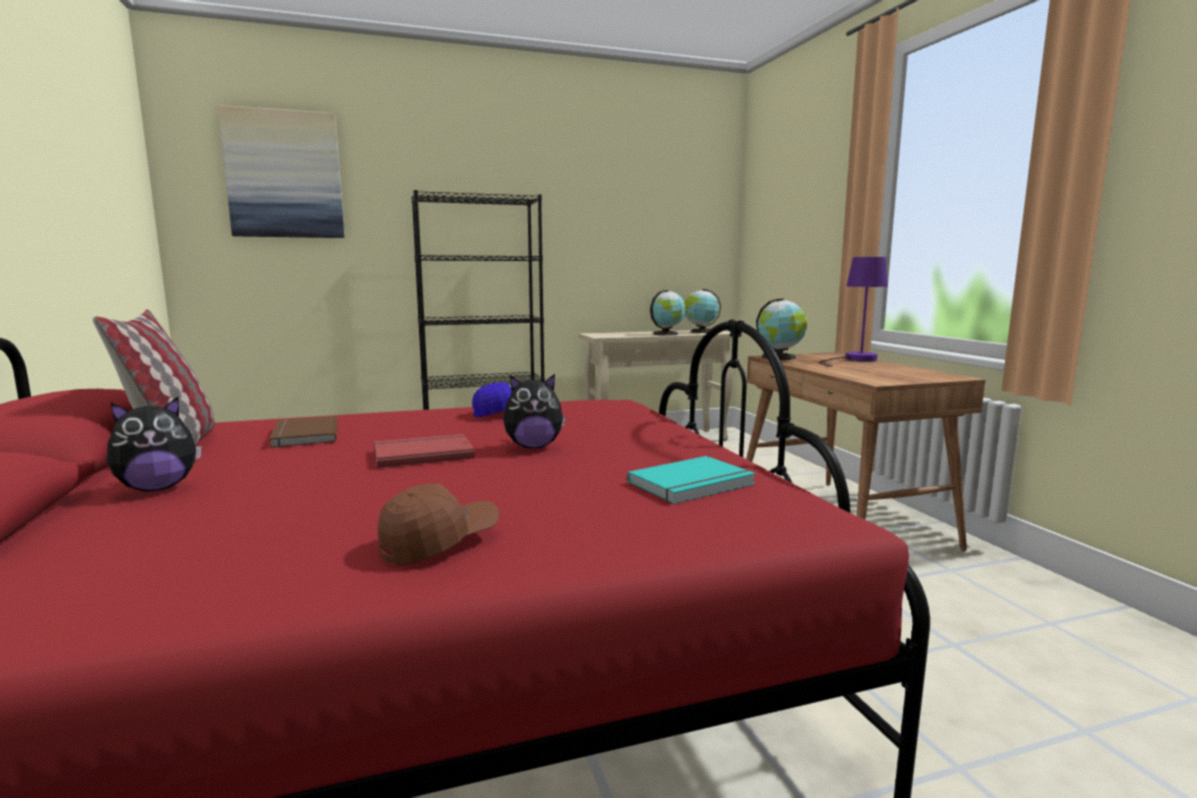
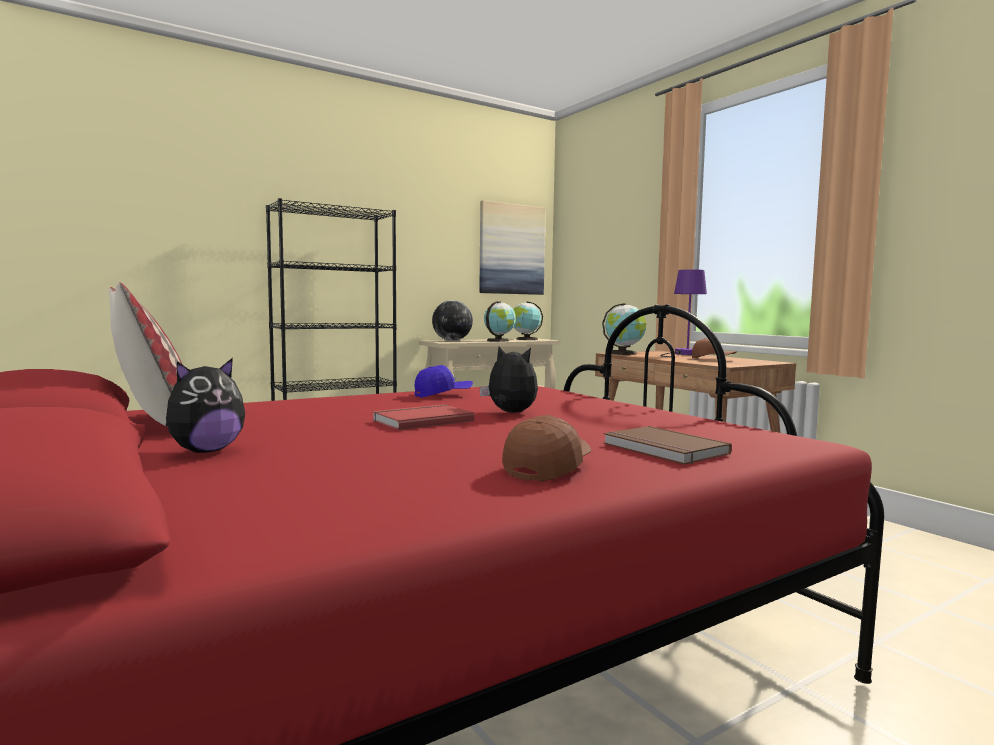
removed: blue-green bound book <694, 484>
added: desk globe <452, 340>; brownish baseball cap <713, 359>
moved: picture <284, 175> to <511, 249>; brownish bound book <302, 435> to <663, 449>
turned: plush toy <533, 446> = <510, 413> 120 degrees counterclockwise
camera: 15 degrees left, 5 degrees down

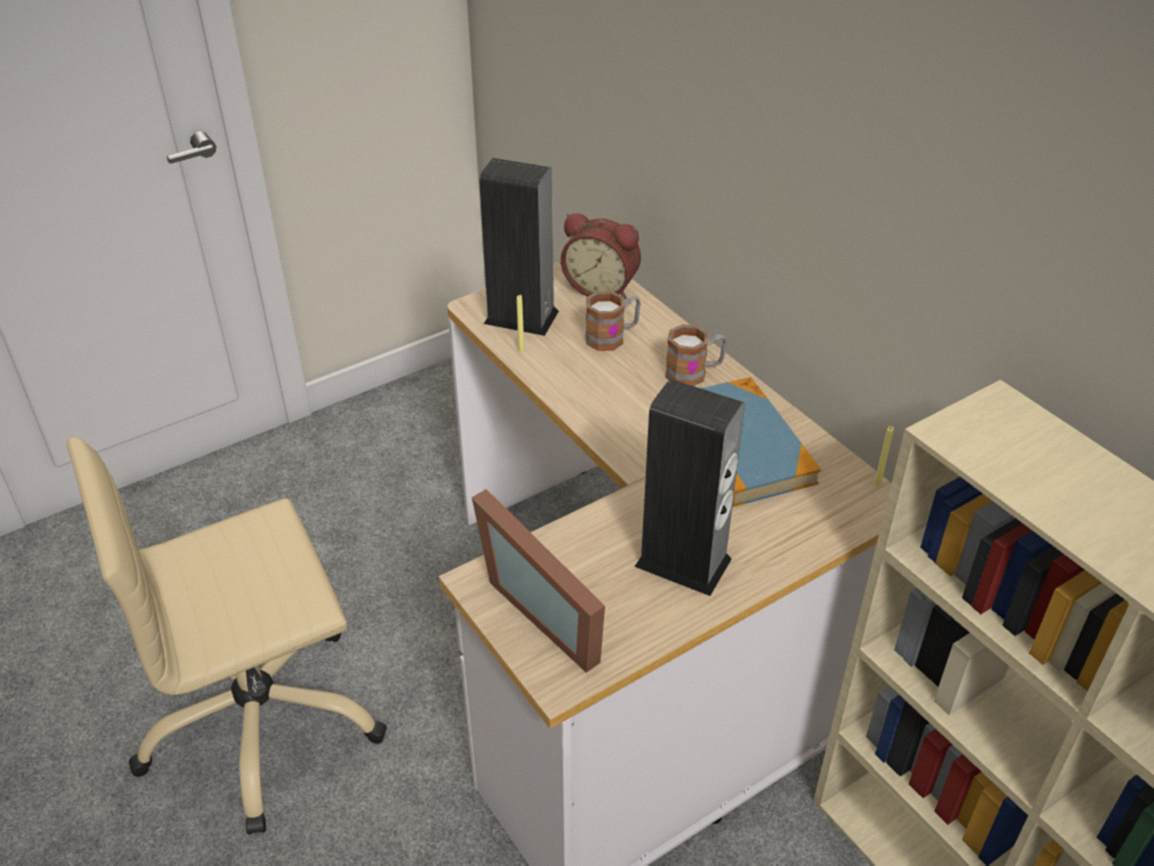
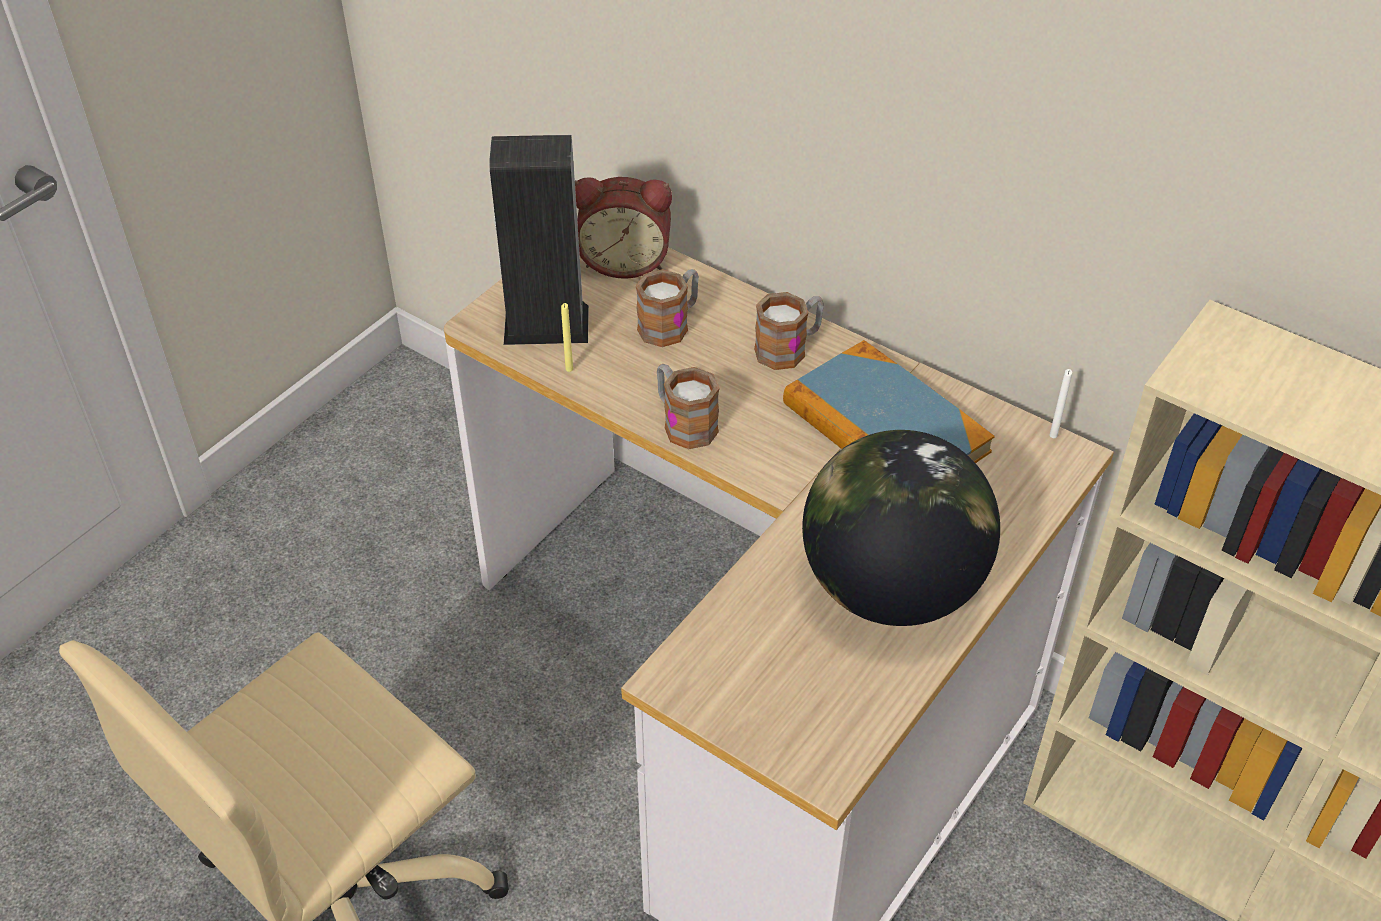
removed: picture frame <550, 608>
added: coffee mug <683, 423>
replaced: audio speaker <683, 562> to desk globe <891, 589>
recoloured: yellow wax candle <877, 484> to whitish wax candle <1053, 435>
camera: 20 degrees left, 5 degrees up

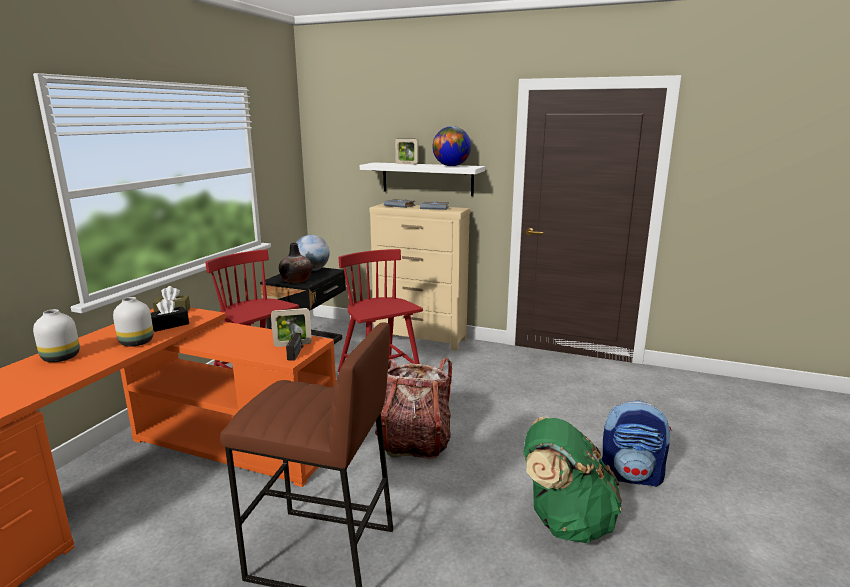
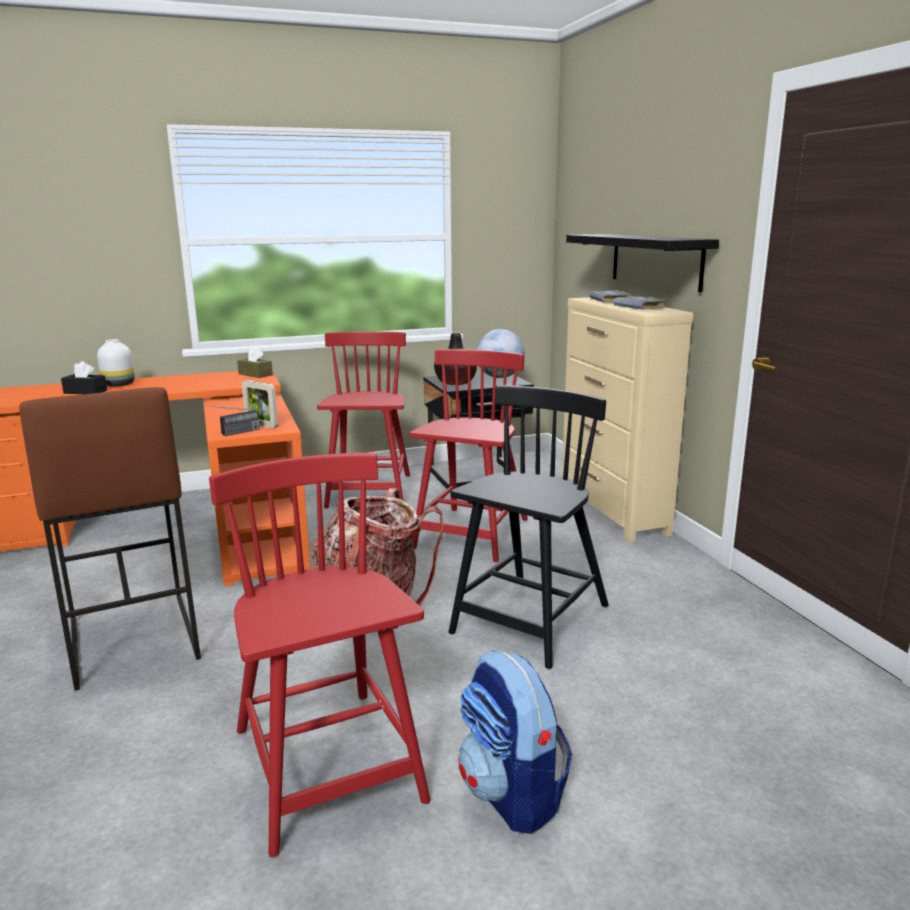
removed: whitish flower vase <136, 343>; picture frame <406, 164>; desk globe <451, 166>
added: black chair <530, 621>
moved: black tissue box <169, 325> to <85, 392>
replaced: greenish backpack <565, 520> to red-coloured chair <328, 768>
recoloured: whitish shelf <427, 179> to black shelf <655, 260>
camera: 50 degrees right, 0 degrees up

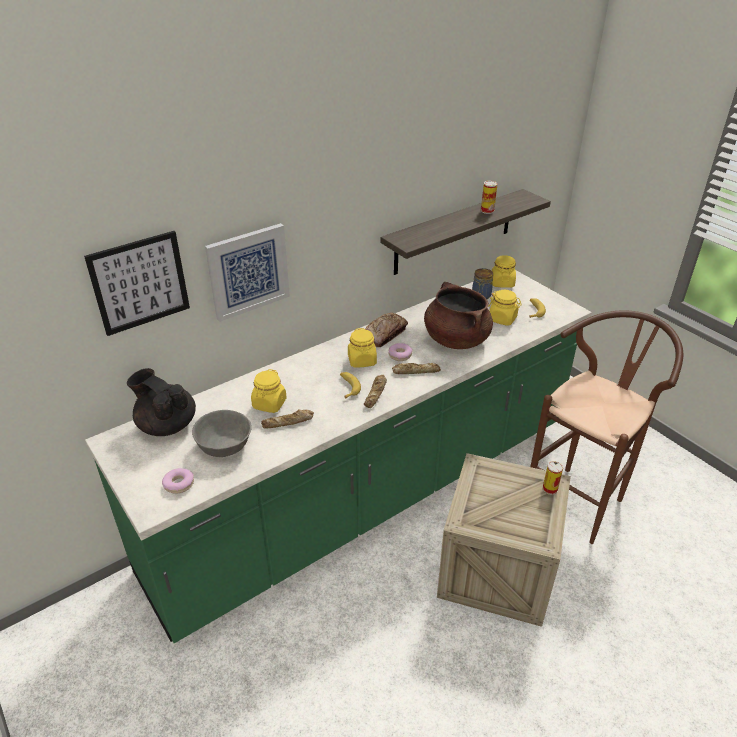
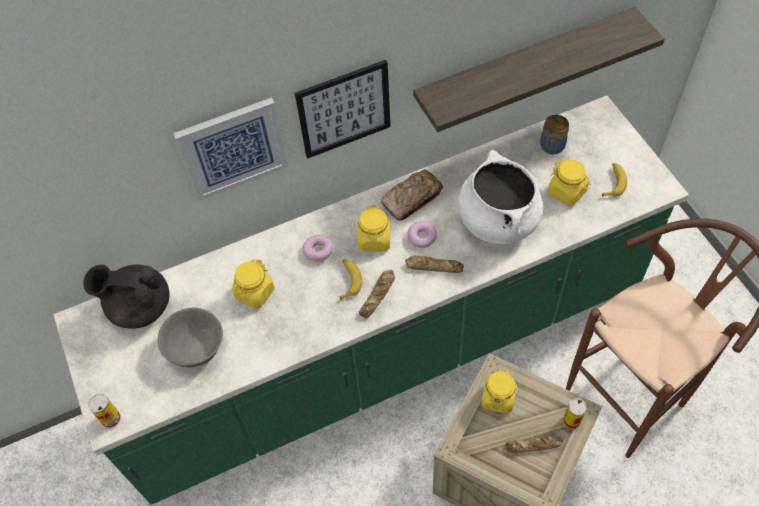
moved: picture <139, 283> to <344, 109>; doughnut <179, 484> to <318, 251>; baked bread <288, 422> to <534, 445>; can <487, 210> to <111, 418>; yellow preserve jar <502, 283> to <498, 397>
recoloured: brownish stockpot <456, 339> to whitish stockpot <497, 220>
turned: black teapot <167, 425> = <139, 307> 45 degrees counterclockwise
camera: 15 degrees right, 20 degrees up

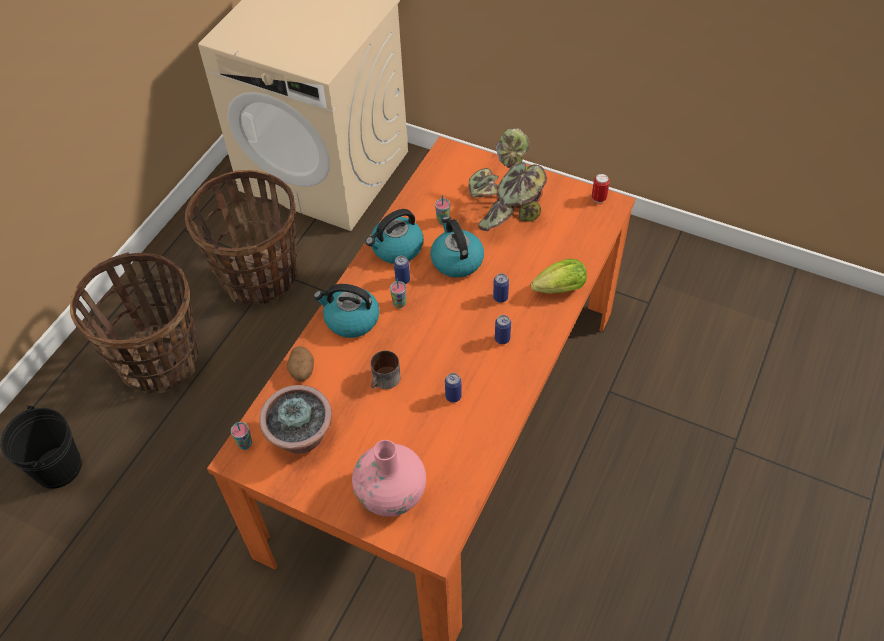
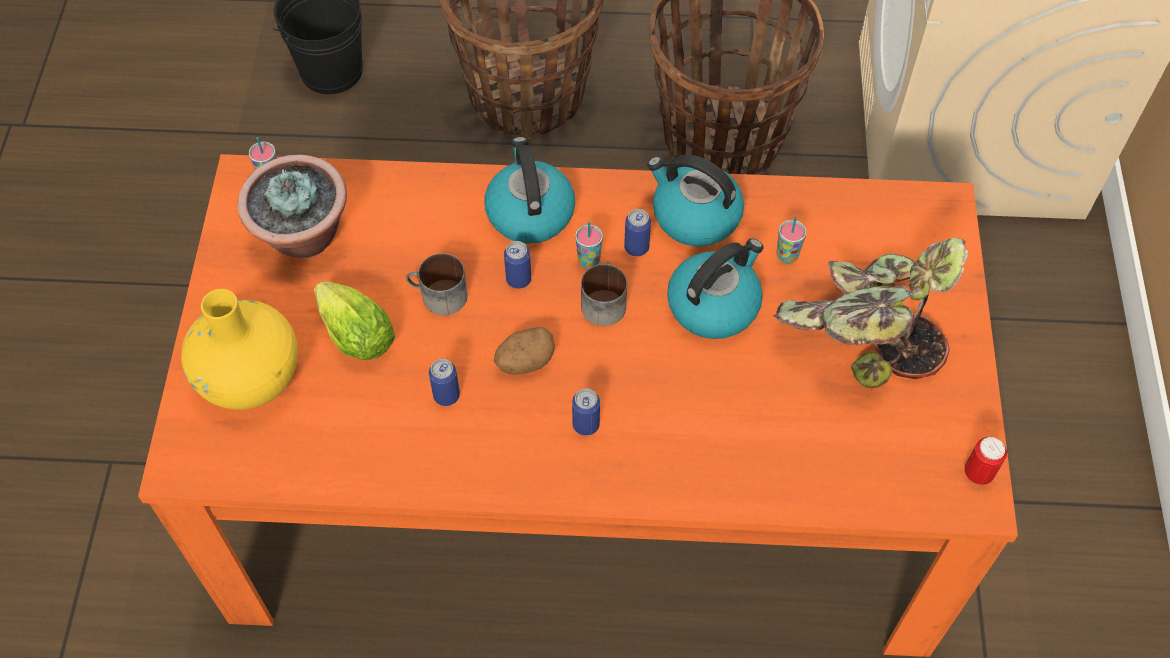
added: coffee mug <602, 301>
moved: potato <302, 371> to <524, 361>; can <500, 297> to <518, 279>; head of lettuce <556, 290> to <353, 333>
recoloured: pink-coloured flower vase <391, 493> to yellow flower vase <250, 378>
camera: 65 degrees right, 5 degrees up

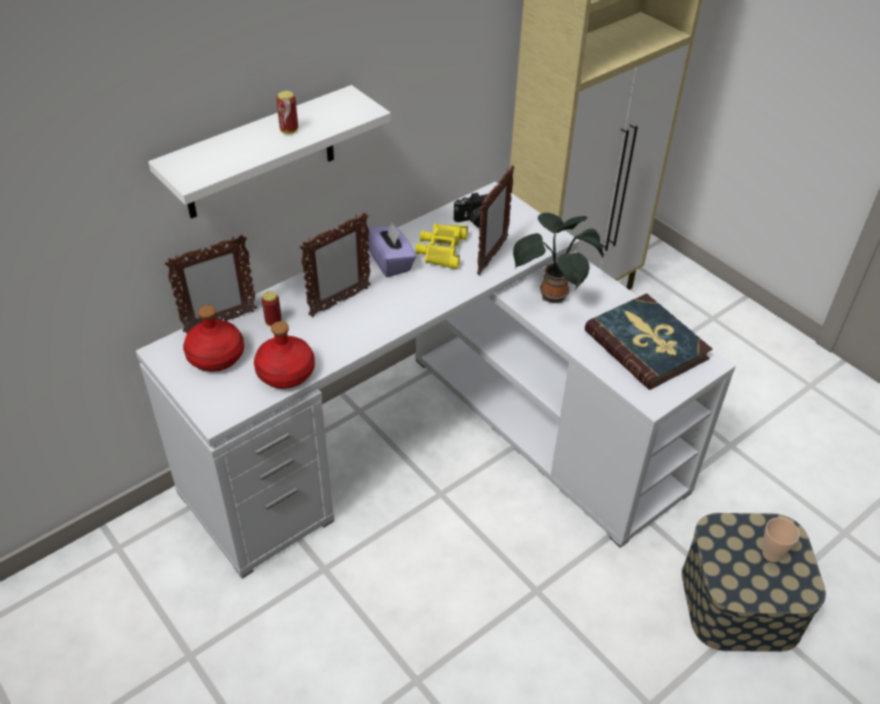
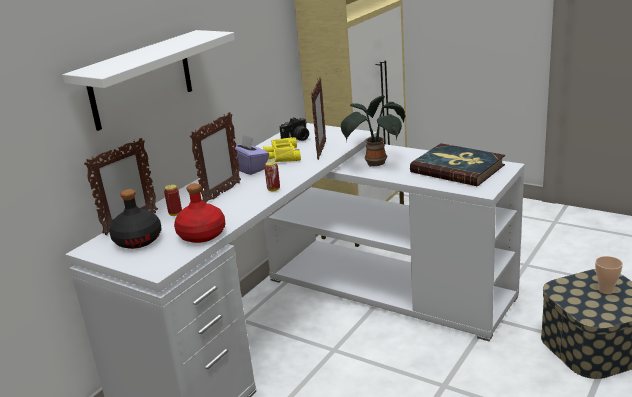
moved: can <289, 130> to <273, 189>
recoloured: red-coloured beverage bottle <216, 356> to black beverage bottle <138, 240>
camera: 15 degrees left, 20 degrees down

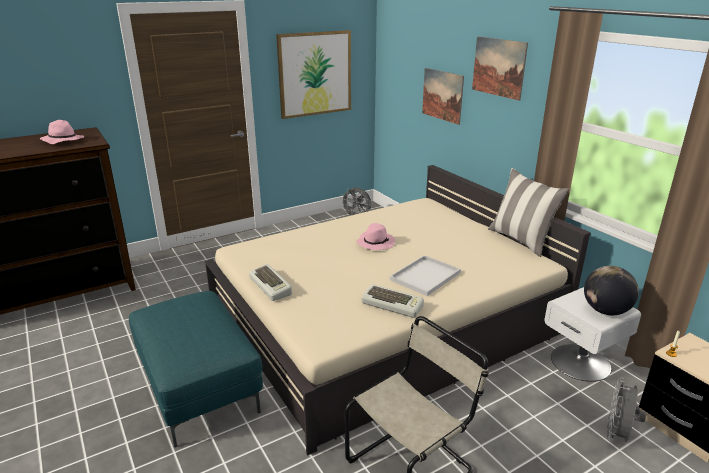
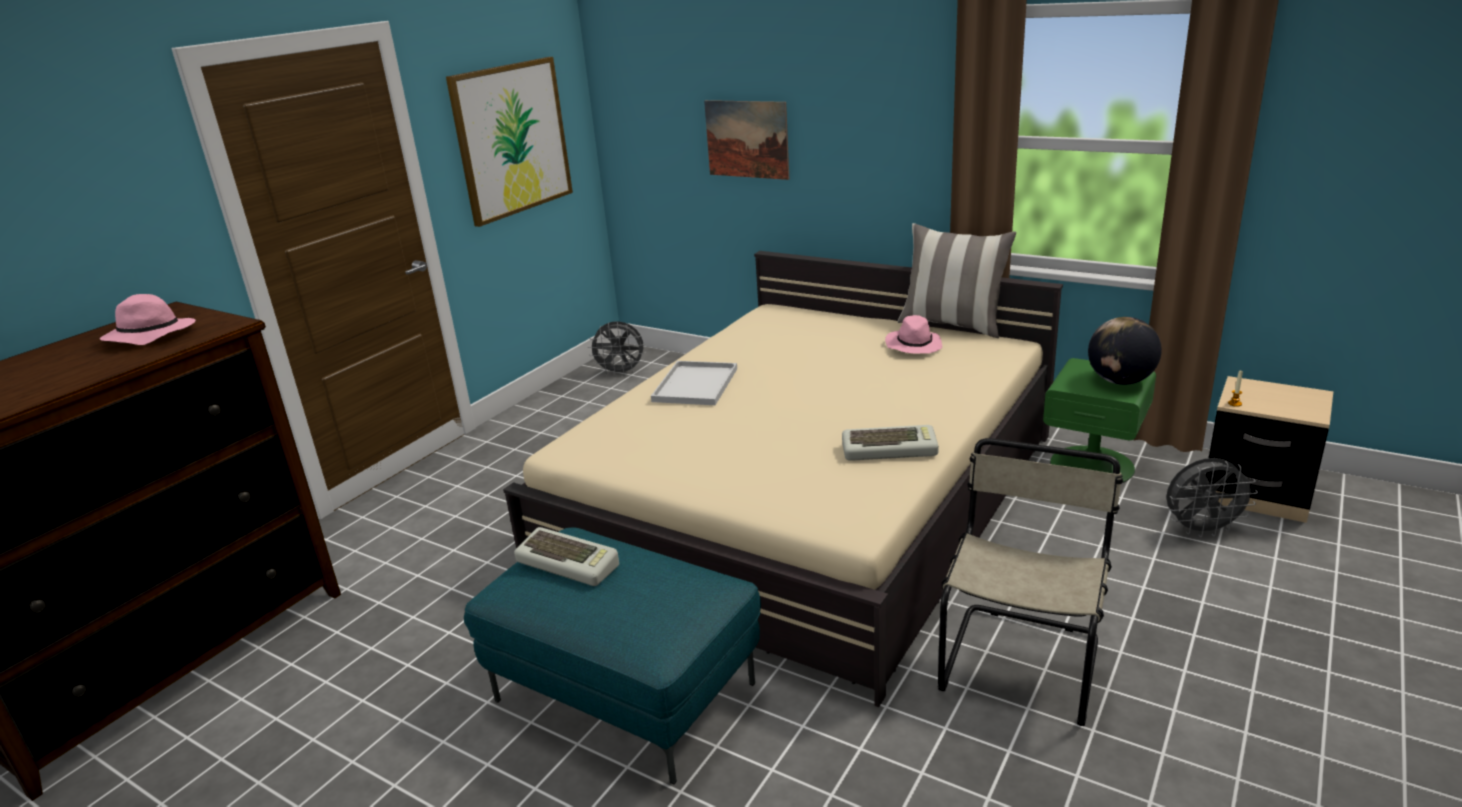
removed: picture <498, 67>
moved: PC keyboard <271, 286> to <570, 563>; pink-coloured wearable hat <375, 243> to <913, 346>; whitish serving tray <425, 277> to <696, 385>
recoloured: whitish night table <581, 362> to greenish night table <1092, 465>
turned: gray fan <617, 435> = <1202, 530> 90 degrees counterclockwise
camera: 25 degrees left, 0 degrees up

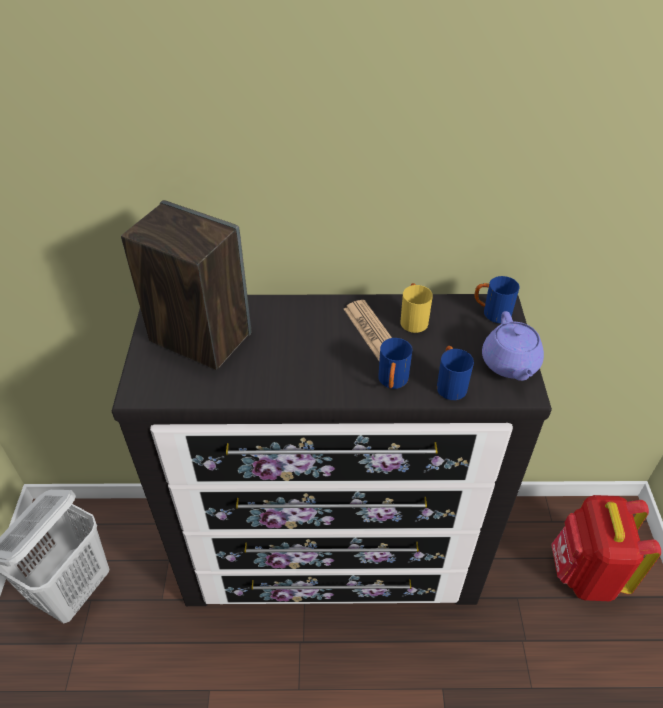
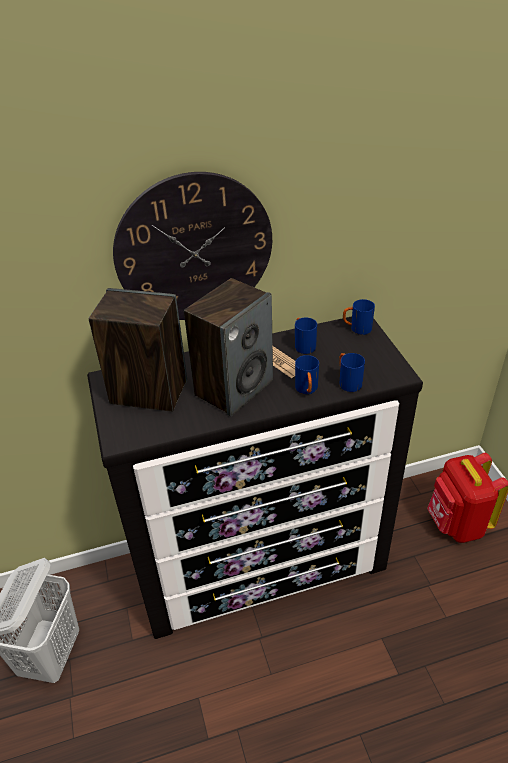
removed: purple-coloured teapot <510, 364>
added: wall clock <194, 250>; audio speaker <234, 388>
recoloured: yellow coffee mug <413, 319> to blue-coloured coffee mug <303, 345>
camera: 15 degrees left, 5 degrees down

